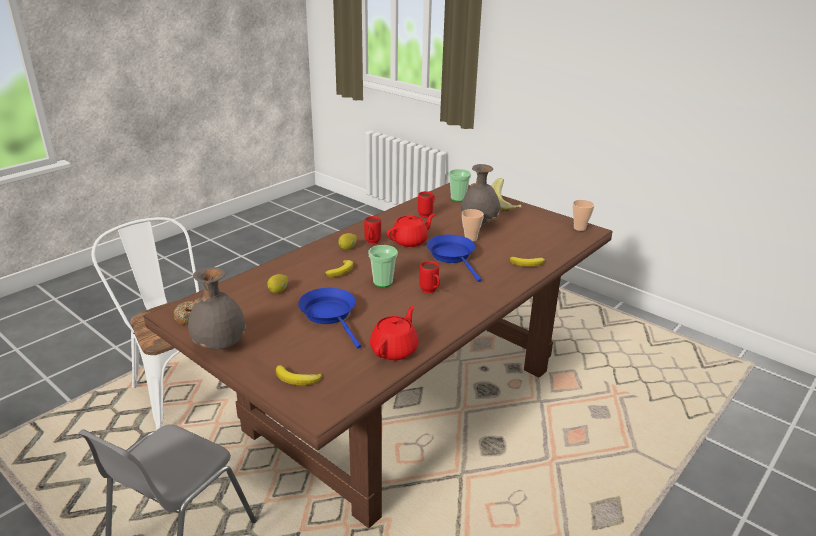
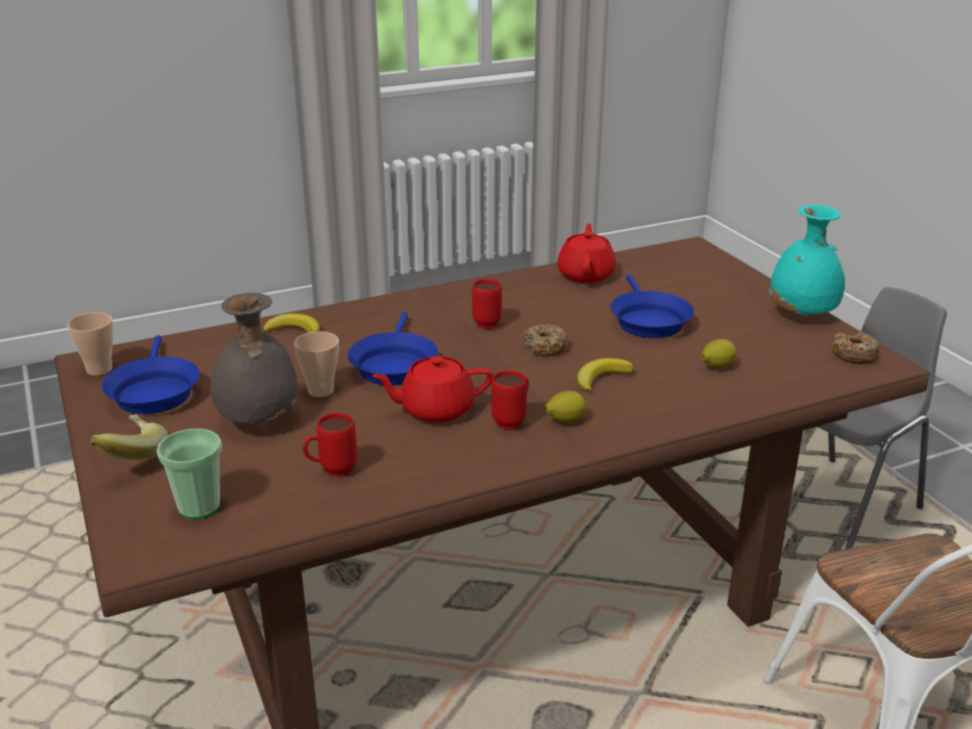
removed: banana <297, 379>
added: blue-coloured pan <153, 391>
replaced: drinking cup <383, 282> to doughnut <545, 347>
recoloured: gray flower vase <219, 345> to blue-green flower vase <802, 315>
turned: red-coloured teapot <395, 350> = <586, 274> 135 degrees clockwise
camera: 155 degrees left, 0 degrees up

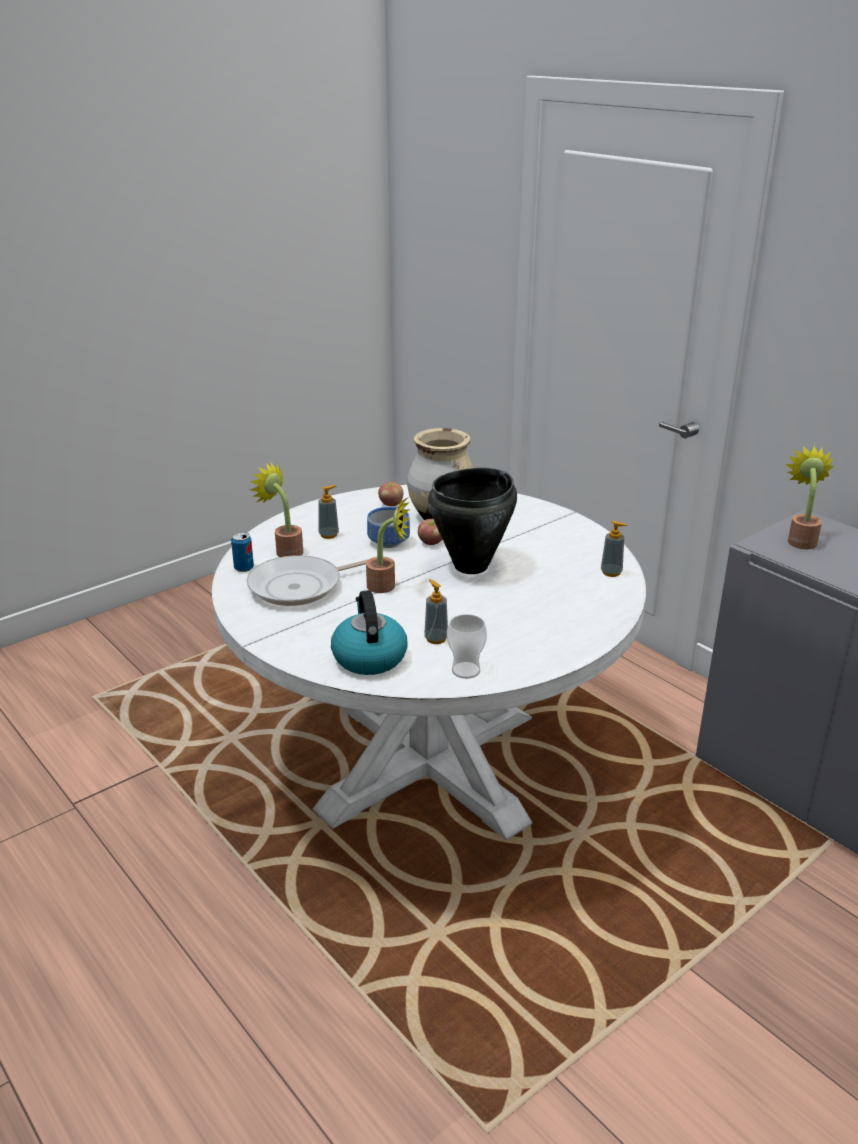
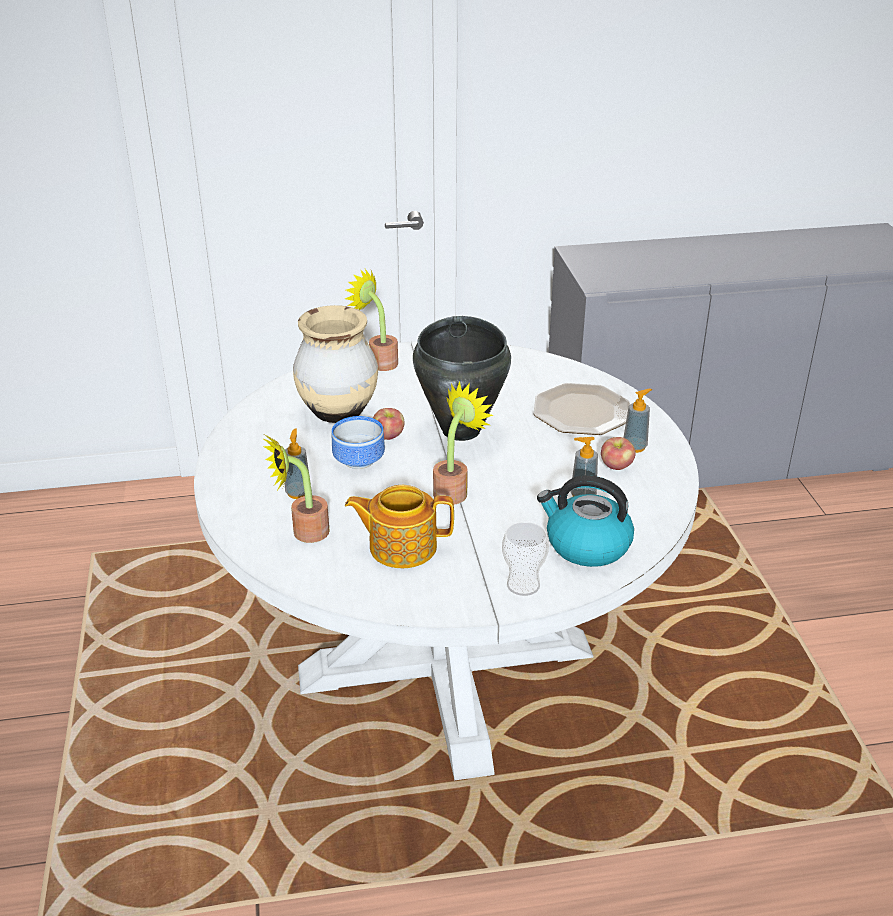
removed: can <244, 568>
added: flat dish <580, 412>
moved: apple fruit <391, 504> to <616, 466>; drinking cup <466, 670> to <523, 585>; soap dispenser <611, 572> to <634, 447>; plant in a pot <800, 540> to <379, 362>
replaced: pan <301, 586> to teapot <401, 546>
camera: 60 degrees left, 5 degrees up

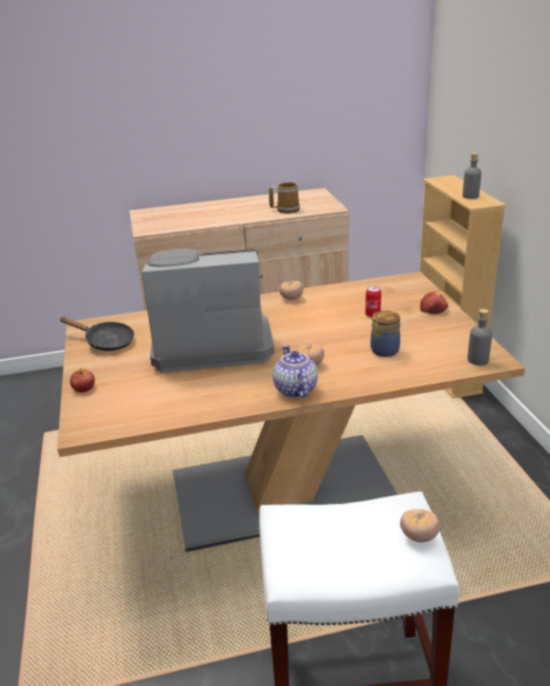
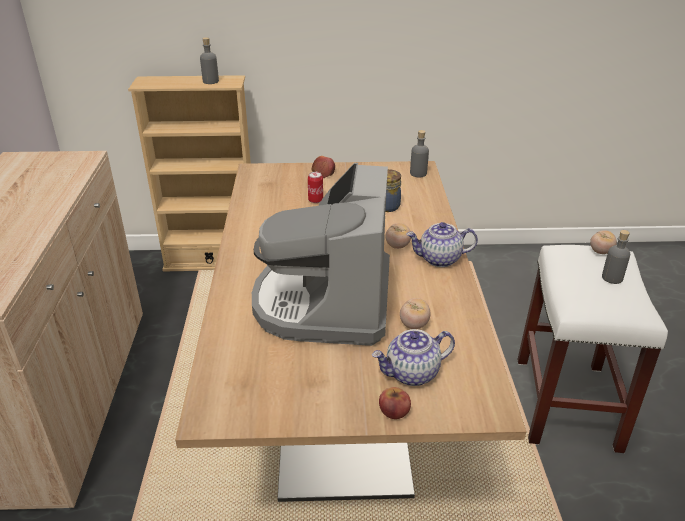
removed: black pan <106, 342>; coffee mug <286, 209>
added: teapot <412, 374>; gray beverage bottle <612, 278>
moved: tomato <291, 298> to <414, 324>
camera: 80 degrees left, 5 degrees up

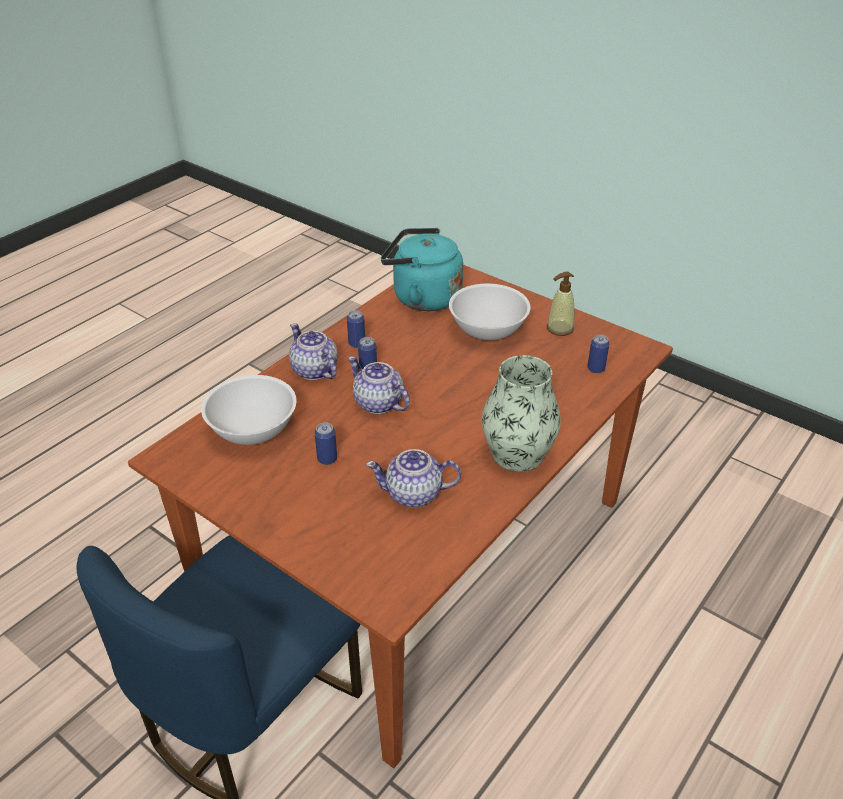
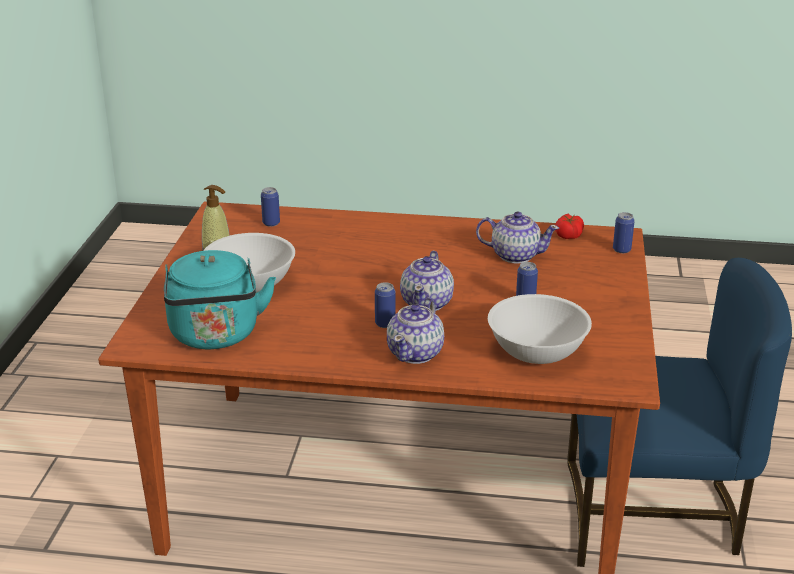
removed: flower vase <518, 453>
added: tomato <568, 234>
moved: can <357, 343> to <621, 250>
turned: teapot <414, 494> = <515, 255> 45 degrees counterclockwise
camera: 120 degrees left, 10 degrees down

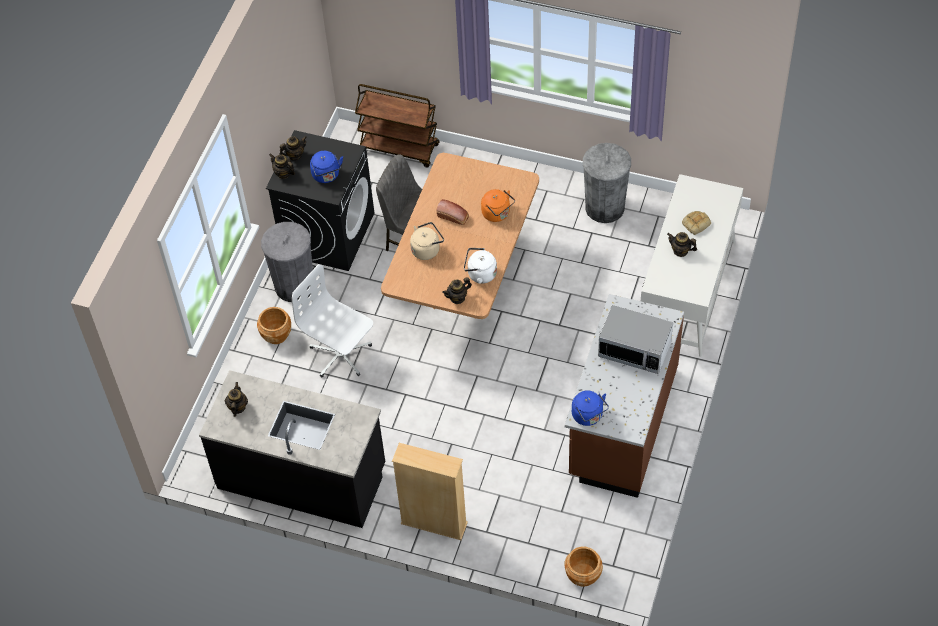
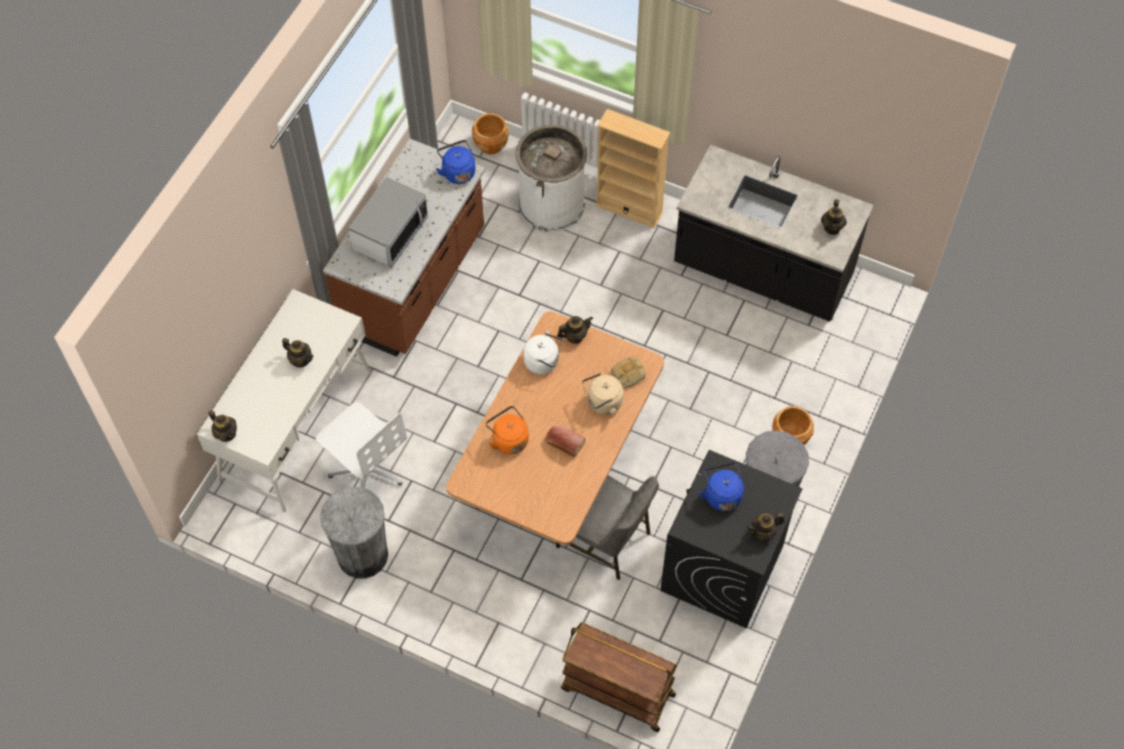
added: whitish trash can <552, 204>
moved: teapot <283, 173> to <226, 434>; whitish desk chair <340, 355> to <367, 469>; baked bread <696, 223> to <628, 375>
turned: microwave oven <634, 350> = <390, 234> 90 degrees clockwise
camera: 175 degrees left, 5 degrees up

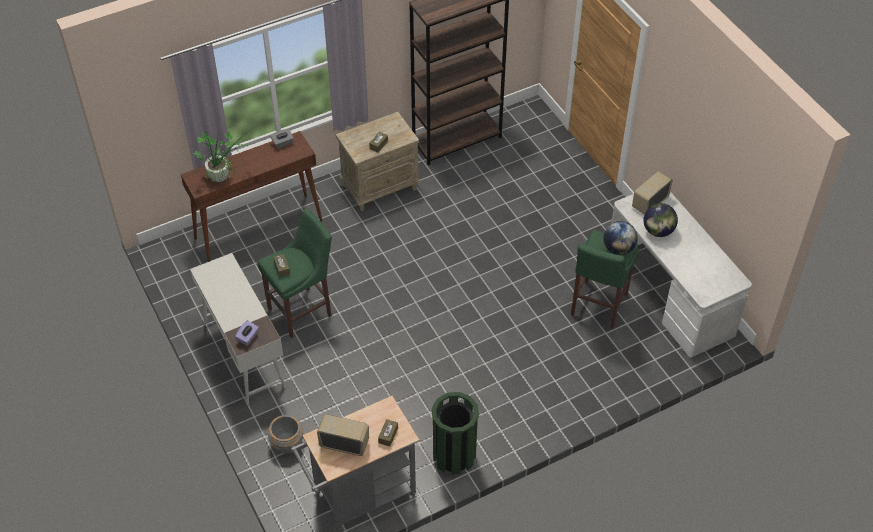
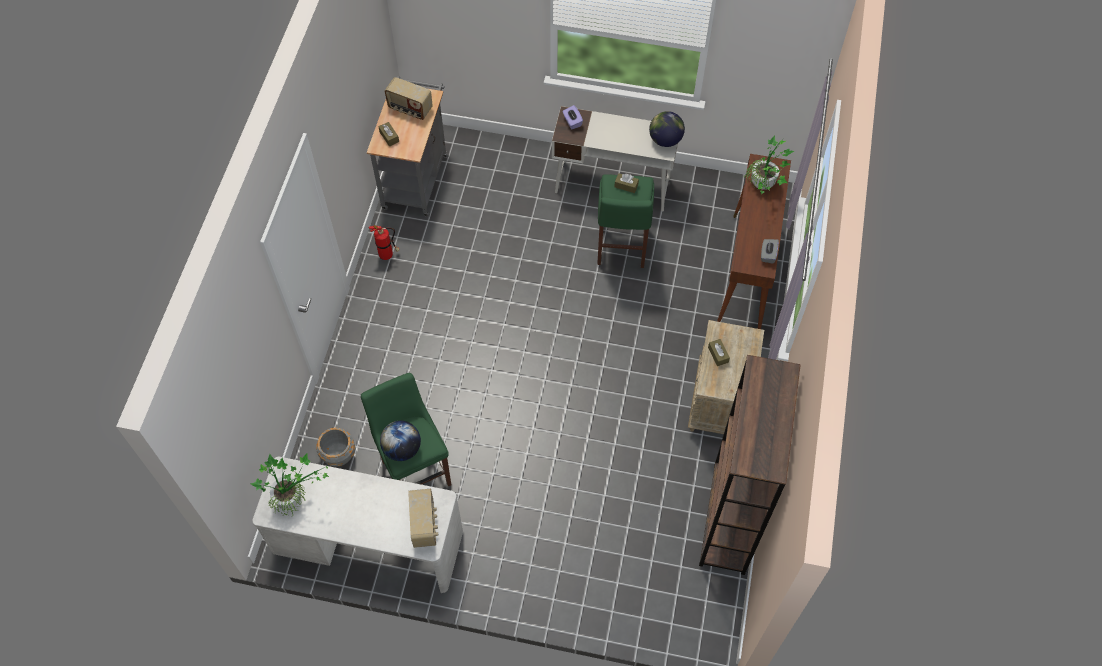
added: plant in a pot <295, 497>
moved: gray plant pot <287, 443> to <339, 454>; desk globe <658, 231> to <665, 140>
replaced: greenish trash can <454, 455> to fire extinguisher <388, 255>
turned: radio <344, 443> = <410, 109> 60 degrees clockwise
camera: 130 degrees right, 10 degrees up

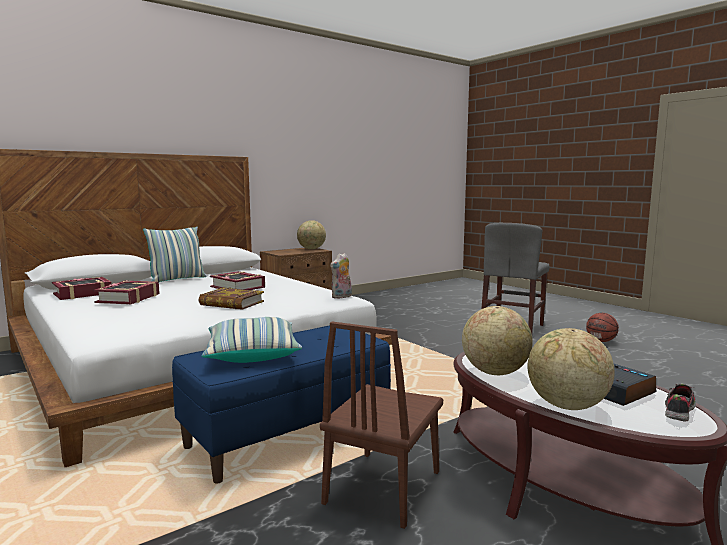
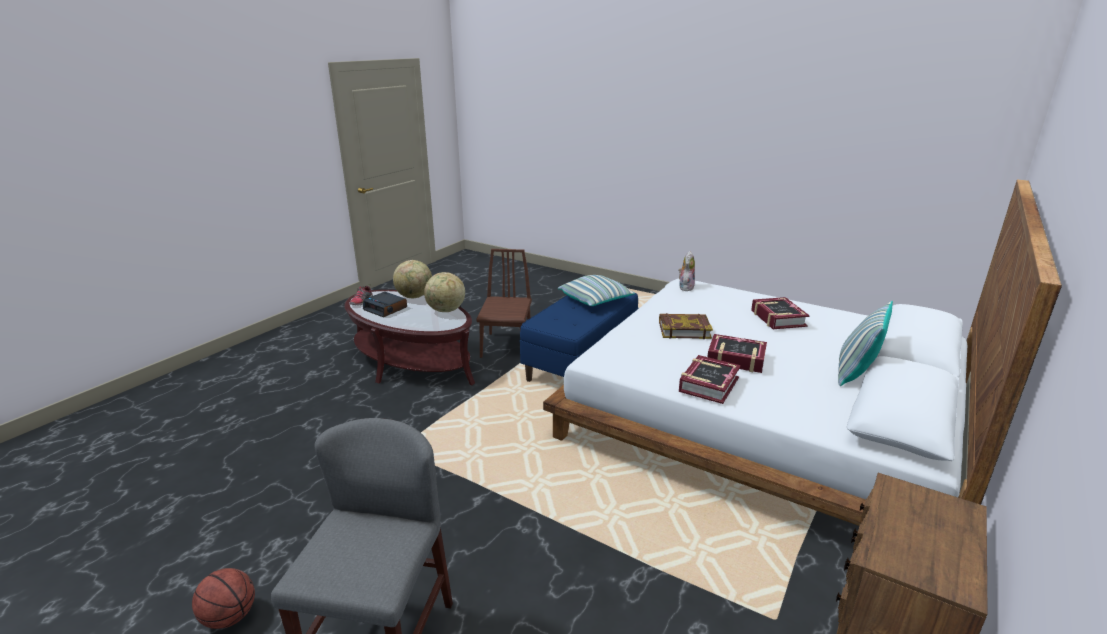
removed: desk globe <311, 249>
moved: bound book <83, 294> to <708, 384>; plush toy <342, 297> to <685, 287>
camera: 160 degrees right, 15 degrees up

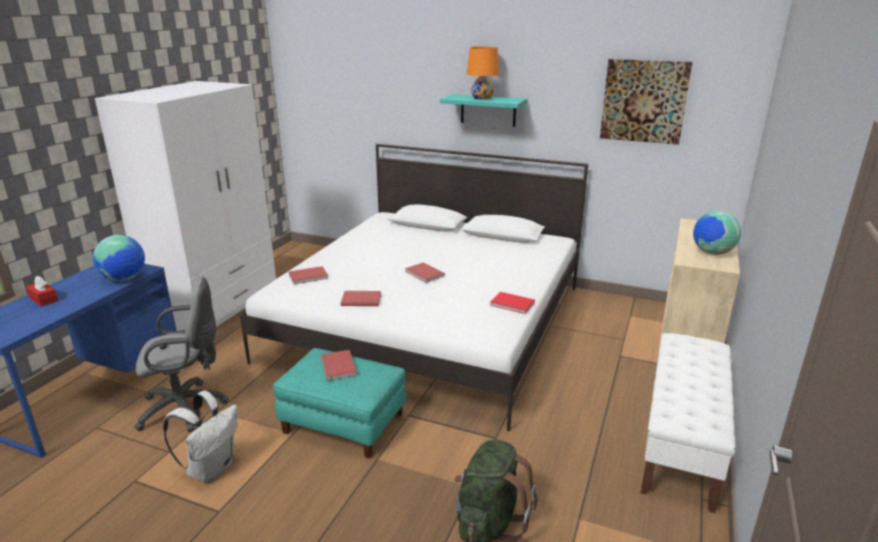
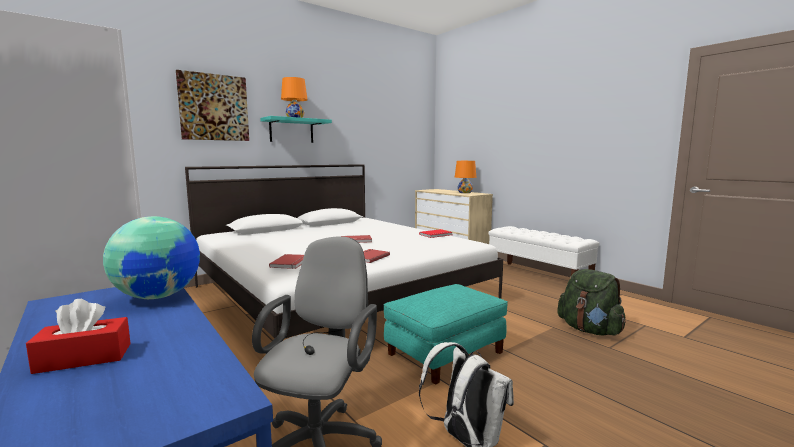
removed: red-coloured bound book <337, 367>
moved: picture <644, 101> to <214, 107>
replaced: desk globe <712, 253> to orangey table lamp <465, 192>
camera: 60 degrees left, 15 degrees down

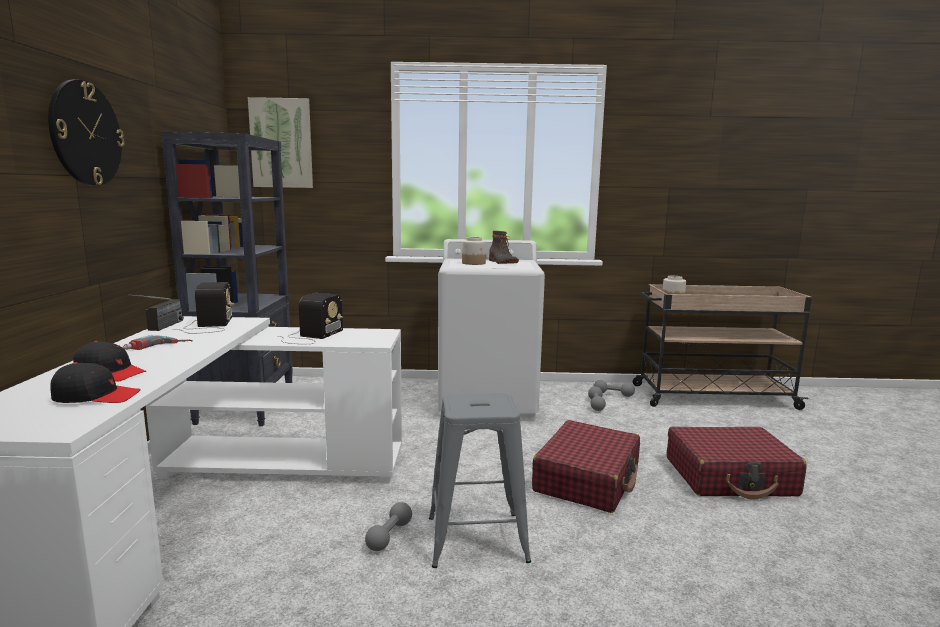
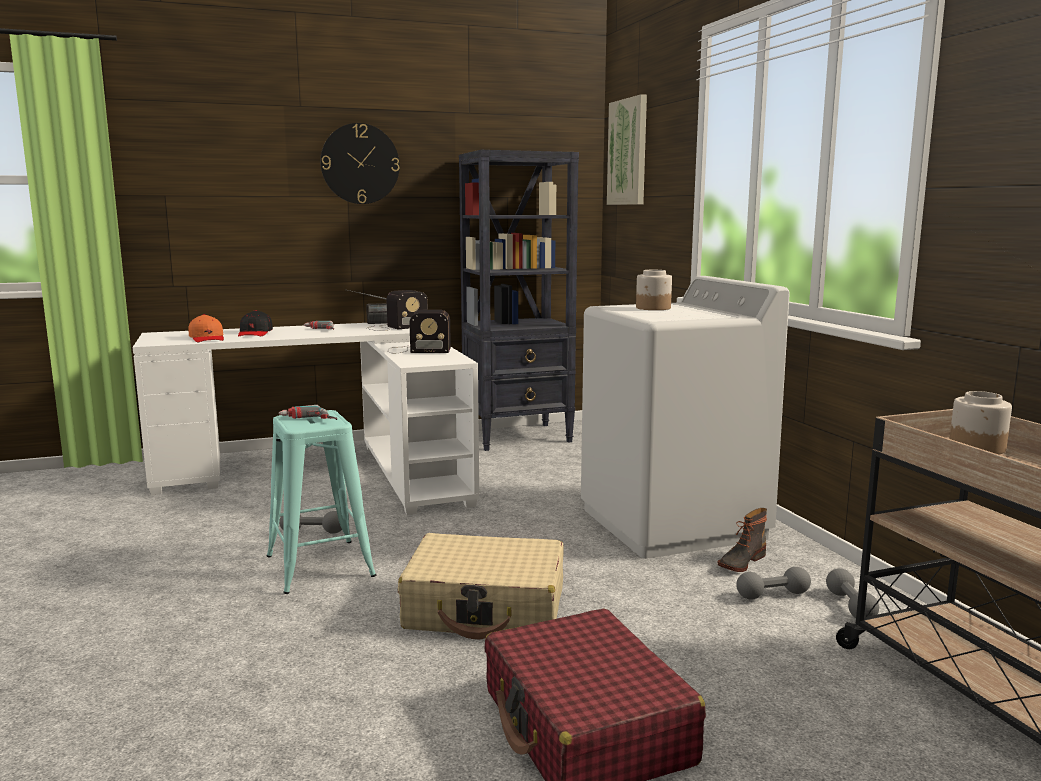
added: power drill <307, 420>
moved: boot <502, 262> to <740, 562>
recoloured: black baseball cap <96, 396> to orangey baseball cap <207, 338>; gray stool seat <477, 539> to blue-green stool seat <320, 566>; red-coloured travel case <587, 479> to beige travel case <486, 608>
camera: 70 degrees right, 0 degrees up

